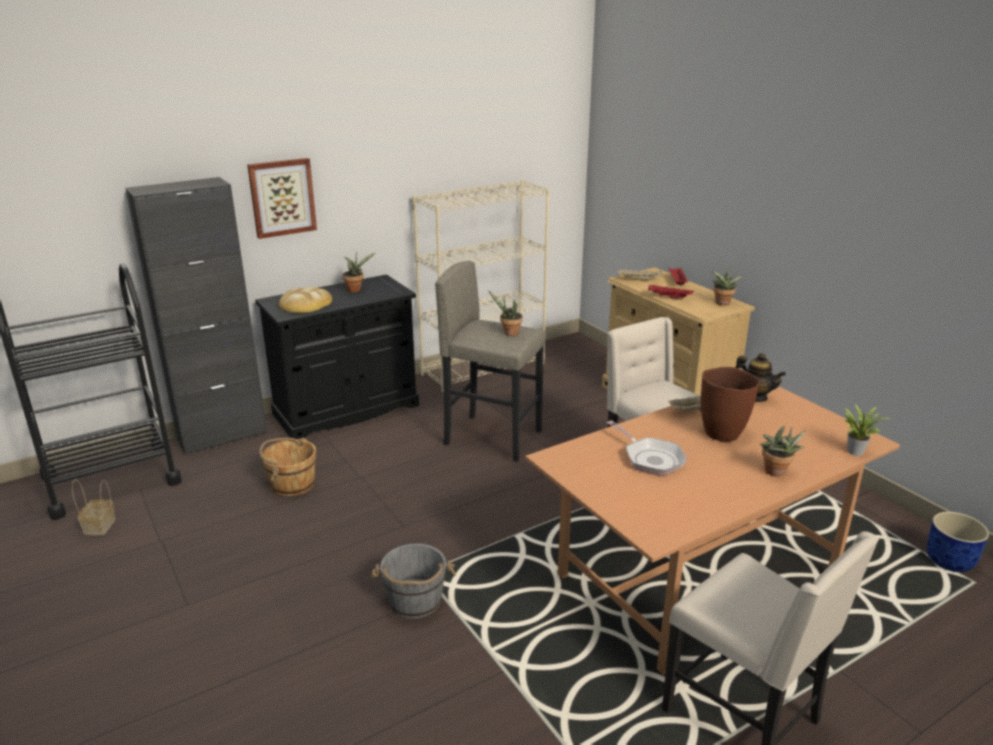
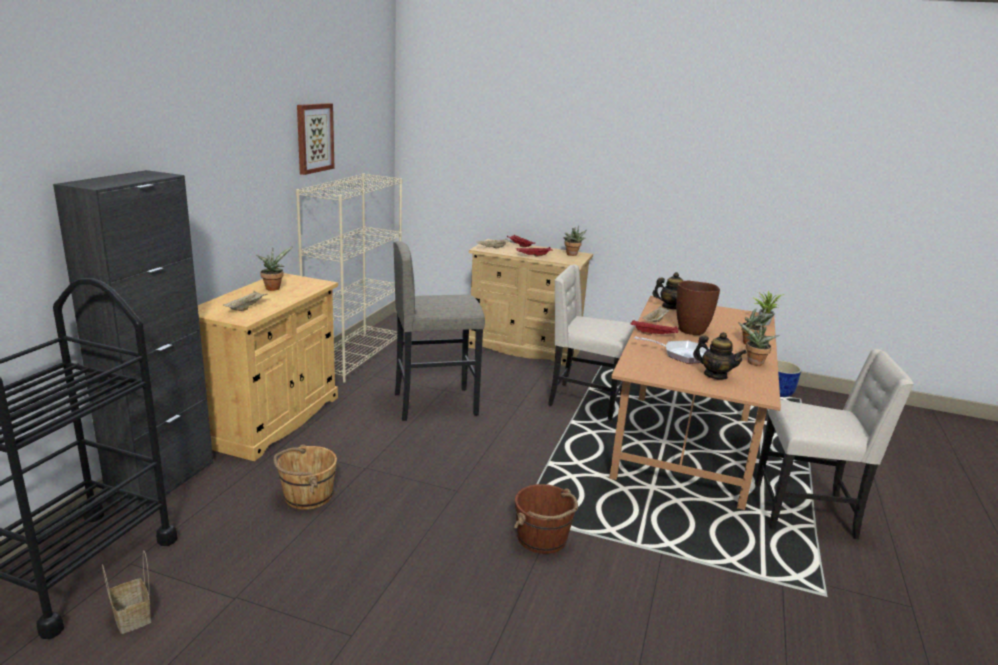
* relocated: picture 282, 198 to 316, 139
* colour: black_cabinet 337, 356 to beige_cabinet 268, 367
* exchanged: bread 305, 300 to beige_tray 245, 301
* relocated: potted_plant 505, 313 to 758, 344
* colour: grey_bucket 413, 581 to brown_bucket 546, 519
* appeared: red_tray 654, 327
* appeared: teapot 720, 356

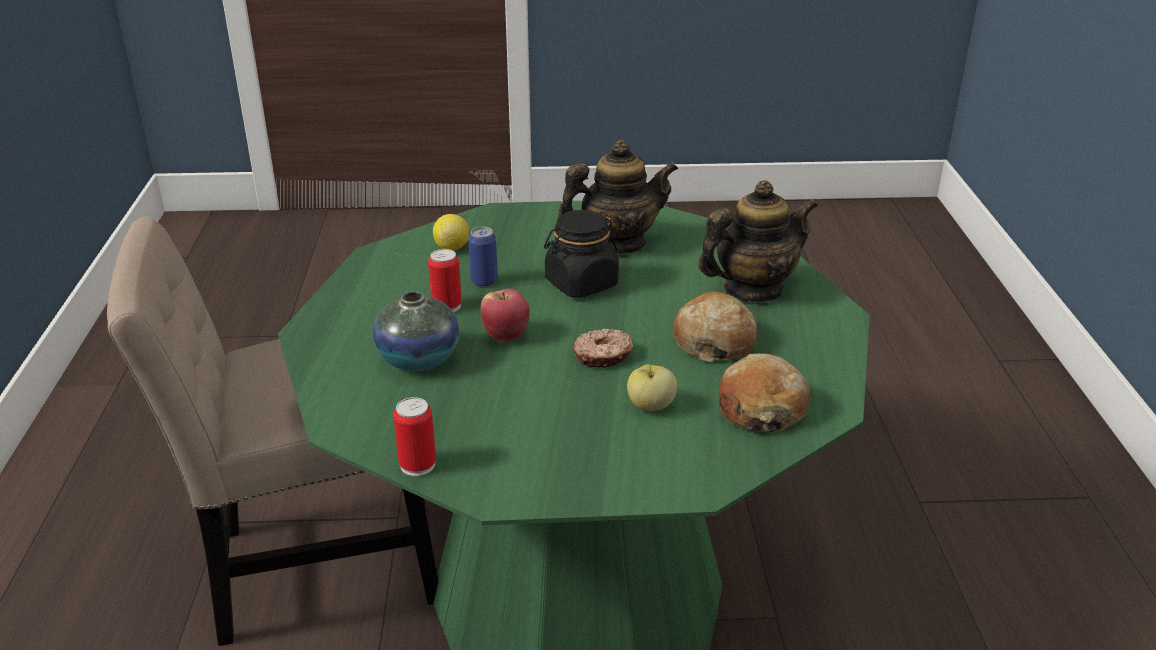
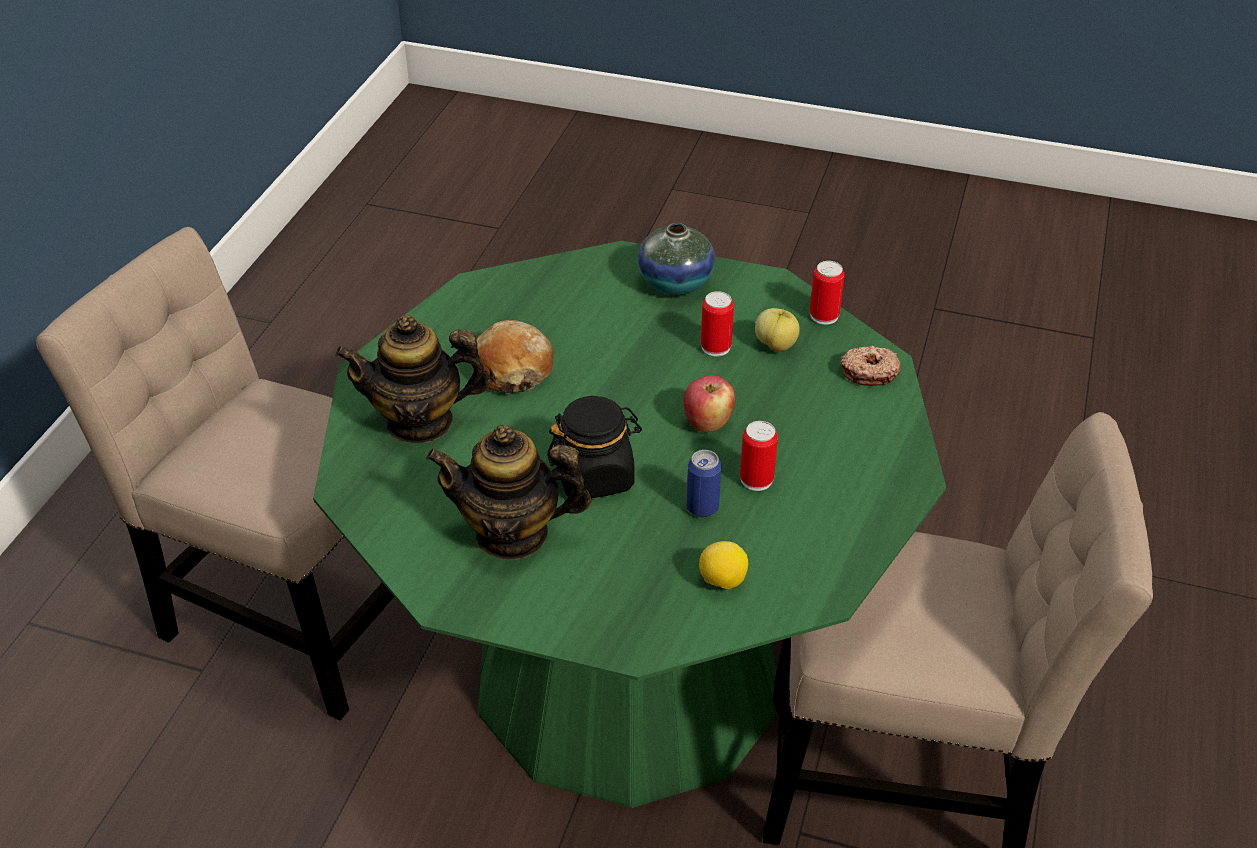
* relocated: vase 416, 331 to 676, 259
* relocated: donut 603, 348 to 870, 365
* missing: bread 764, 392
* relocated: apple 652, 387 to 777, 329
* appeared: beige_chair 215, 473
* appeared: can 717, 324

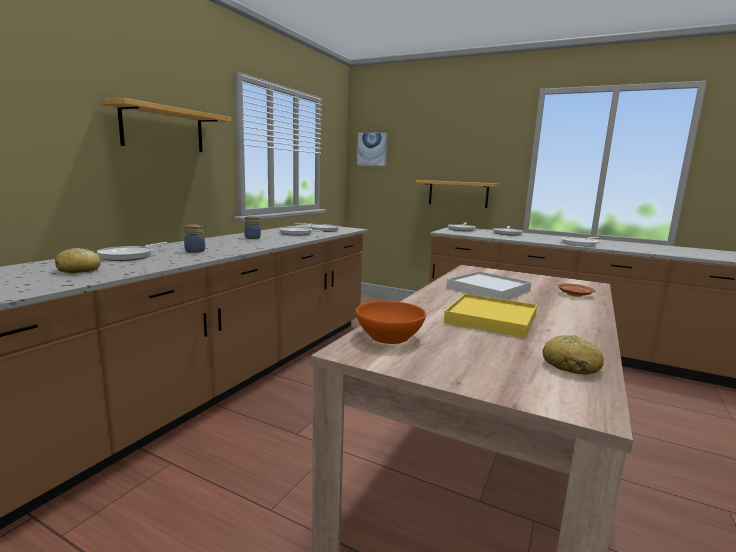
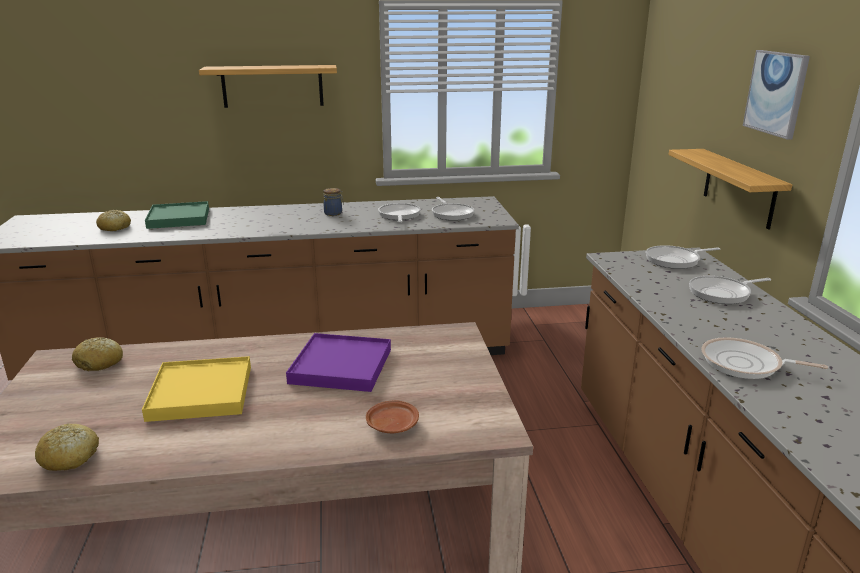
* relocated: picture 372, 149 to 776, 95
* missing: jar 194, 238
* exchanged: frying_pan 132, 251 to green_tray 177, 215
* colour: white_tray 489, 285 to purple_tray 338, 362
* exchanged: orange_bowl 391, 322 to bread 97, 354

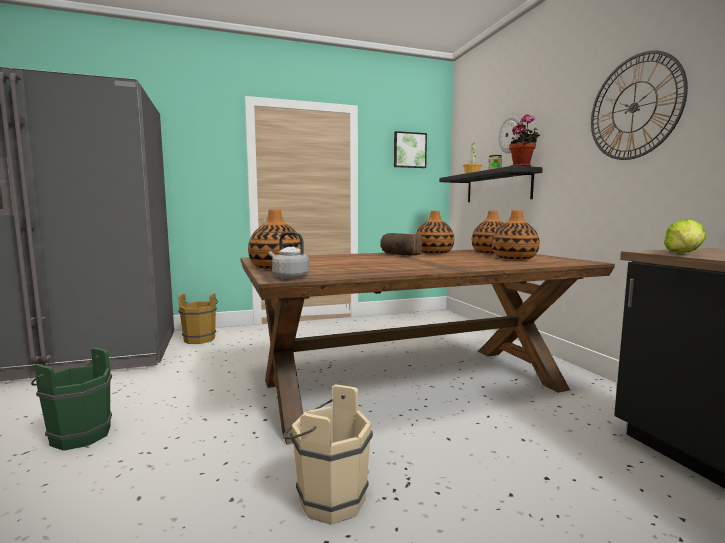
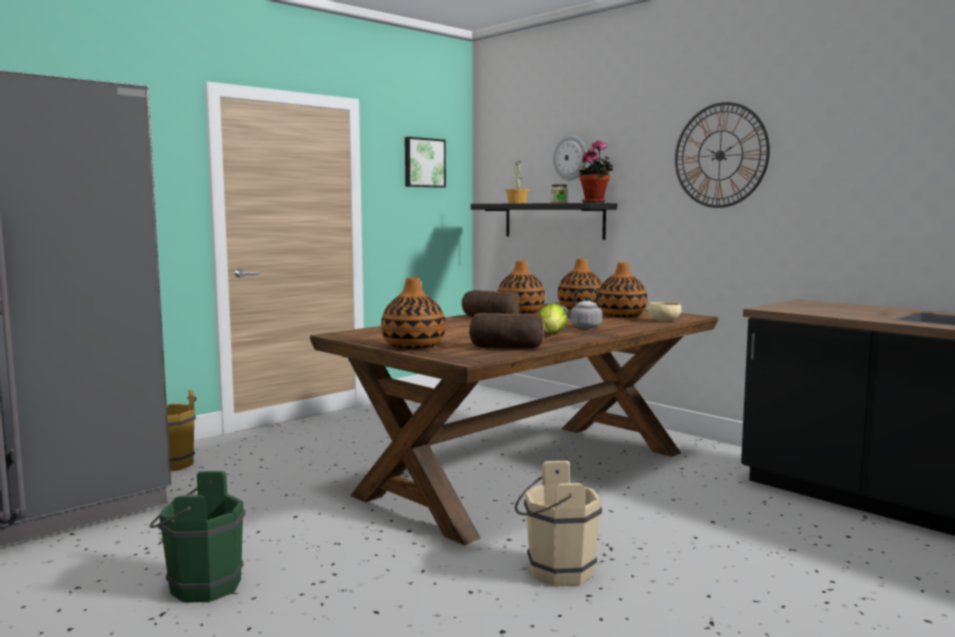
* relocated: lettuce 685, 236 to 553, 318
* relocated: grey_kettle 289, 255 to 581, 308
* appeared: beige_bowl 665, 312
* appeared: bread 506, 330

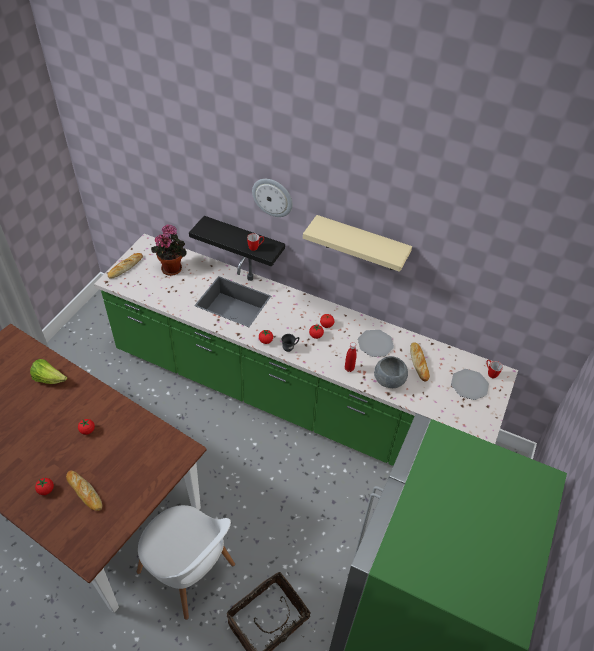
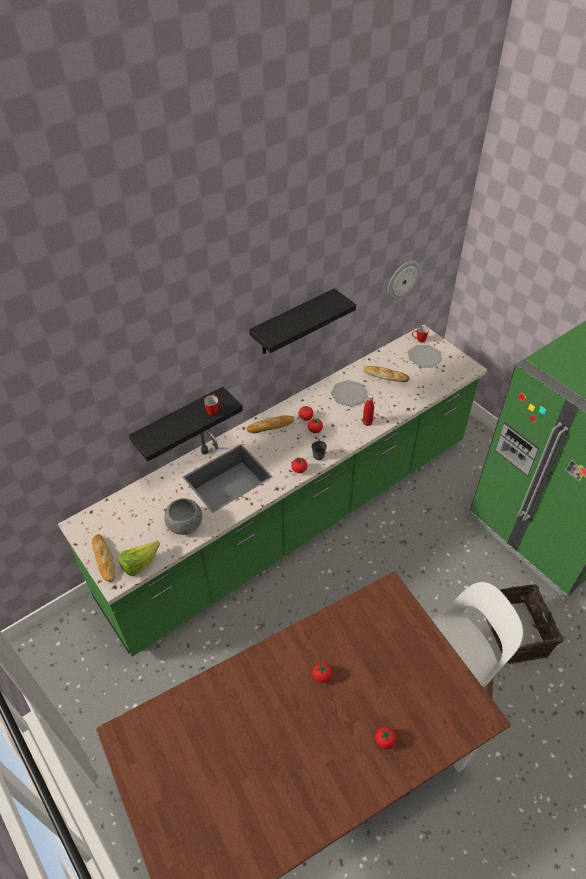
* relocated: wall_clock 272, 198 to 404, 280
* colour: beige_shelf 357, 243 to black_shelf 302, 321
* missing: potted_plant 169, 250
* relocated: grey_bowl 391, 372 to 183, 516
* relocated: lettuce 48, 371 to 139, 558
* relocated: bread 84, 490 to 270, 424

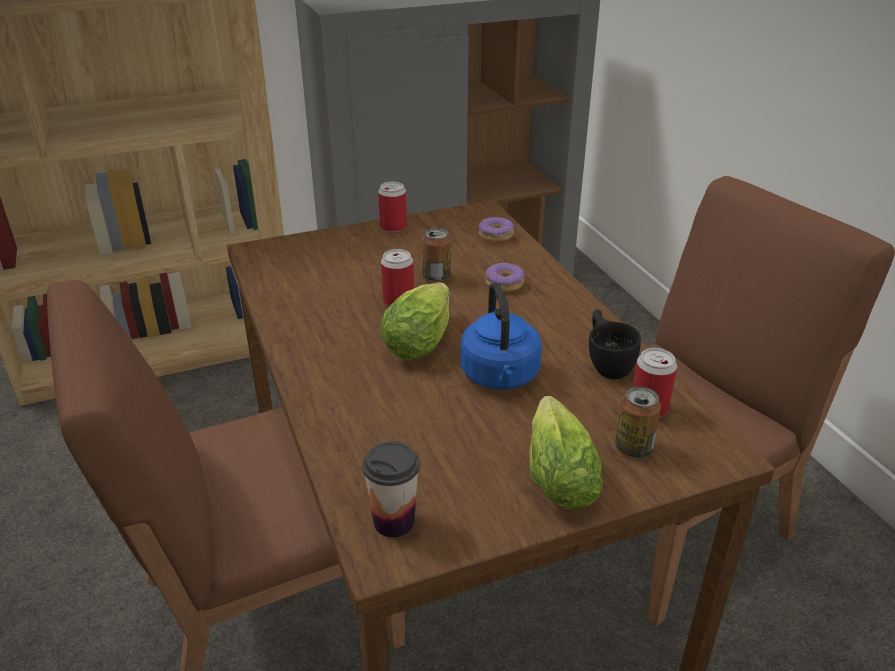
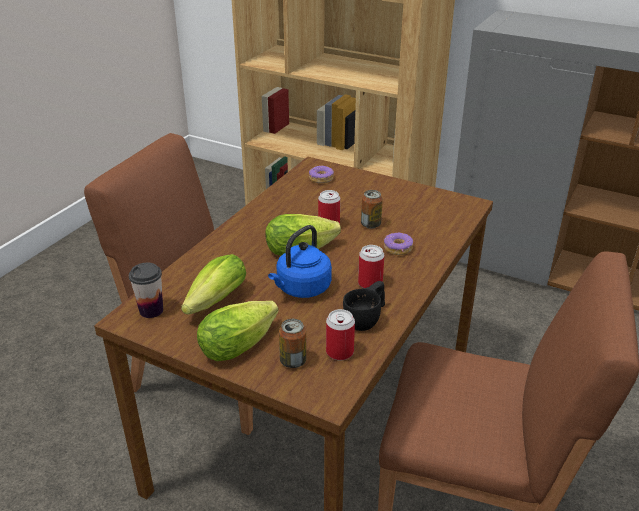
* relocated: can 392, 206 to 371, 266
* relocated: donut 496, 229 to 321, 175
* appeared: lettuce 213, 284

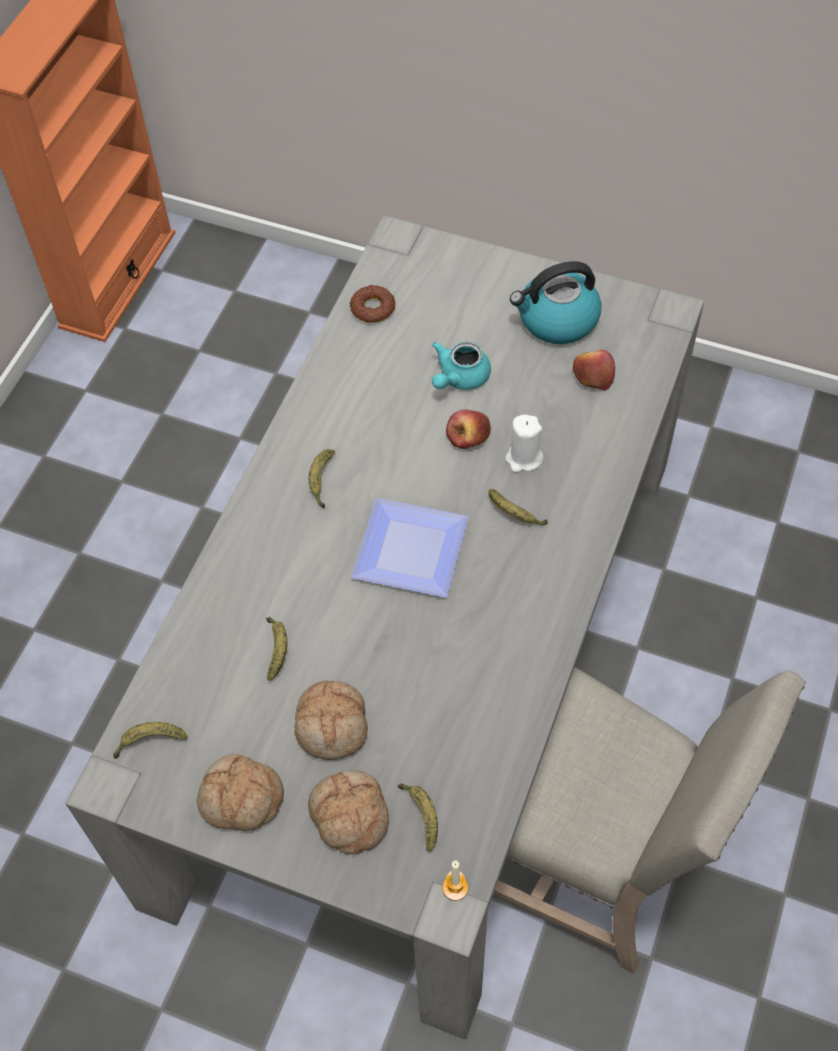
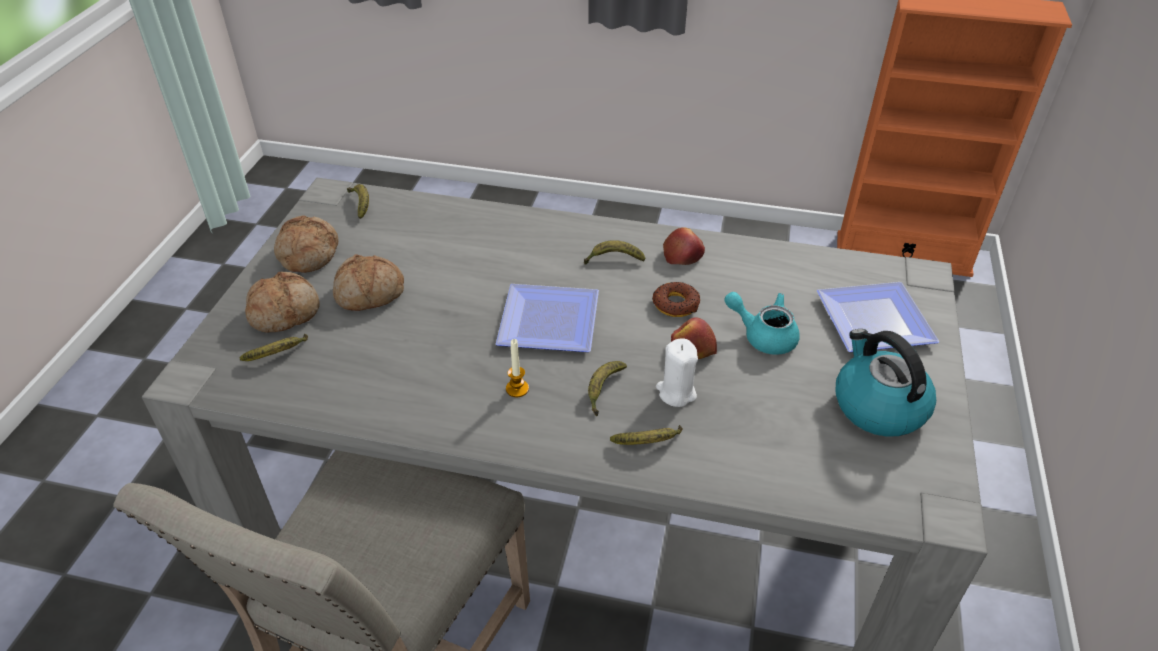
* relocated: donut 373, 304 to 676, 299
* relocated: apple 594, 370 to 684, 246
* relocated: banana 276, 649 to 646, 435
* relocated: candle 455, 881 to 517, 368
* appeared: plate 878, 317

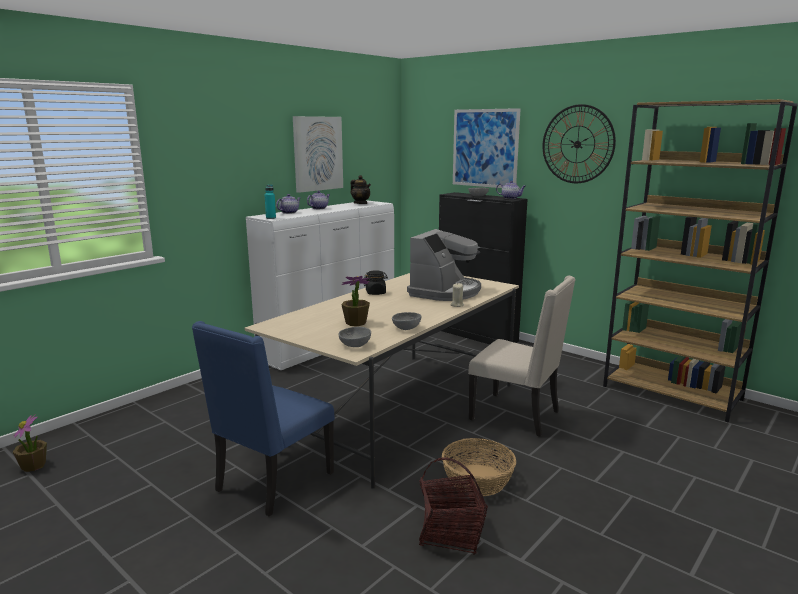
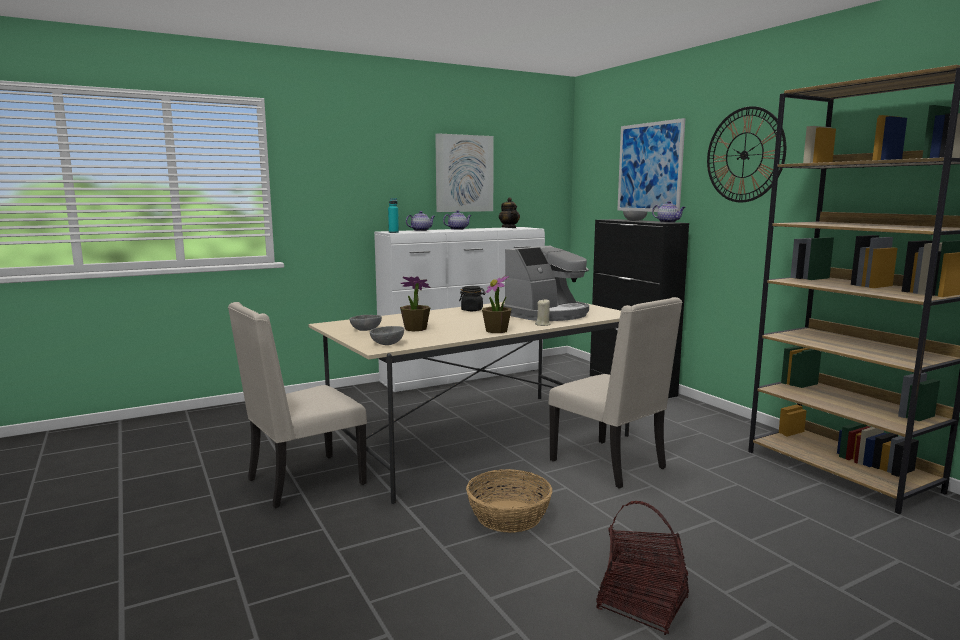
* relocated: grey_bowl 406, 321 to 366, 323
* colour: blue_chair 263, 419 to beige_chair 297, 405
* relocated: potted_plant 30, 443 to 497, 304
* relocated: basket 453, 506 to 642, 568

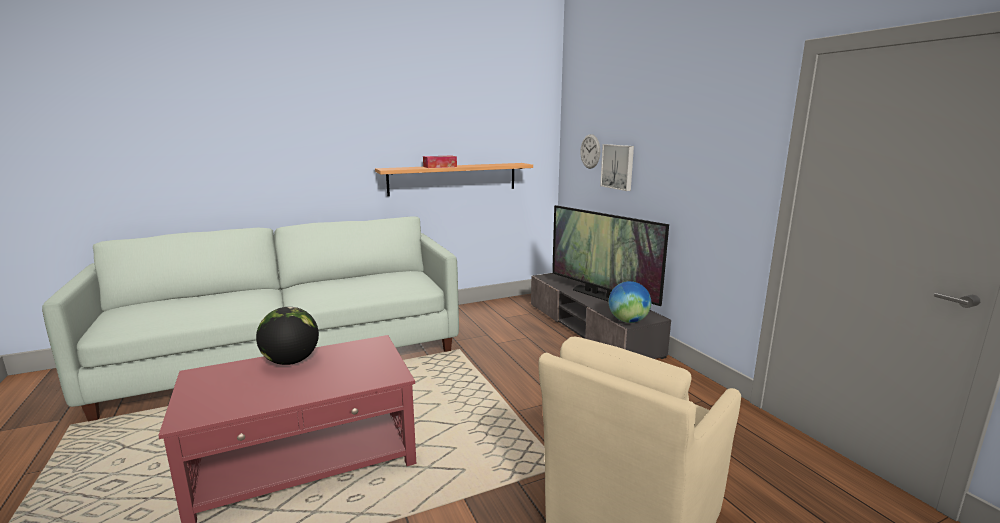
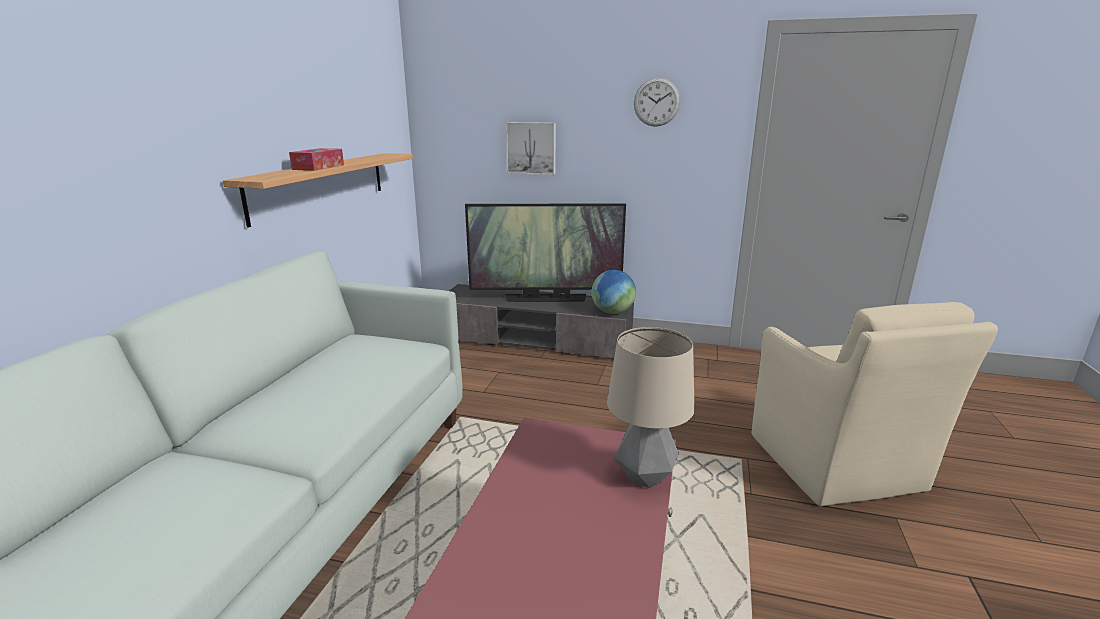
* relocated: wall_clock 590, 151 to 657, 102
* missing: globe 287, 336
* appeared: table_lamp 651, 407

